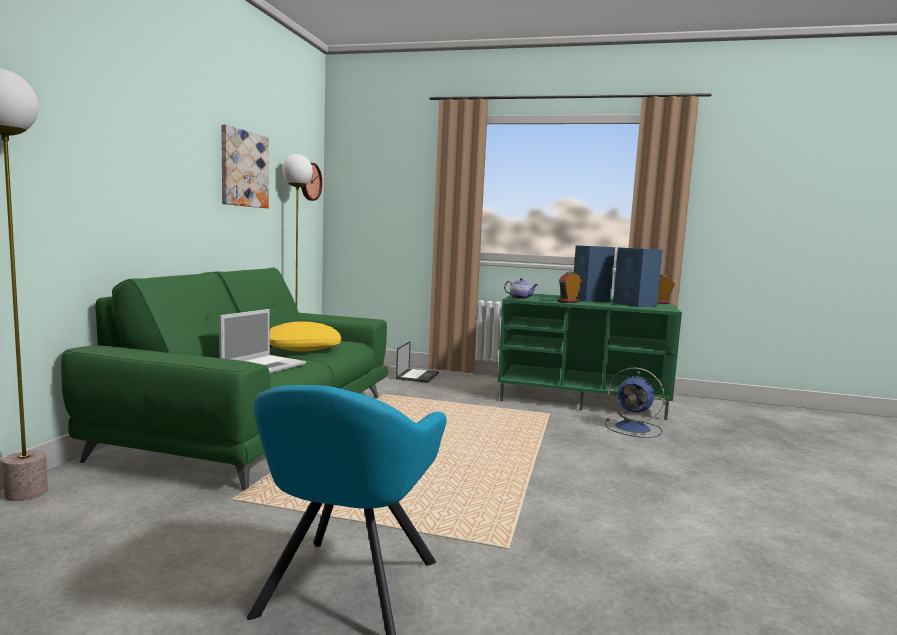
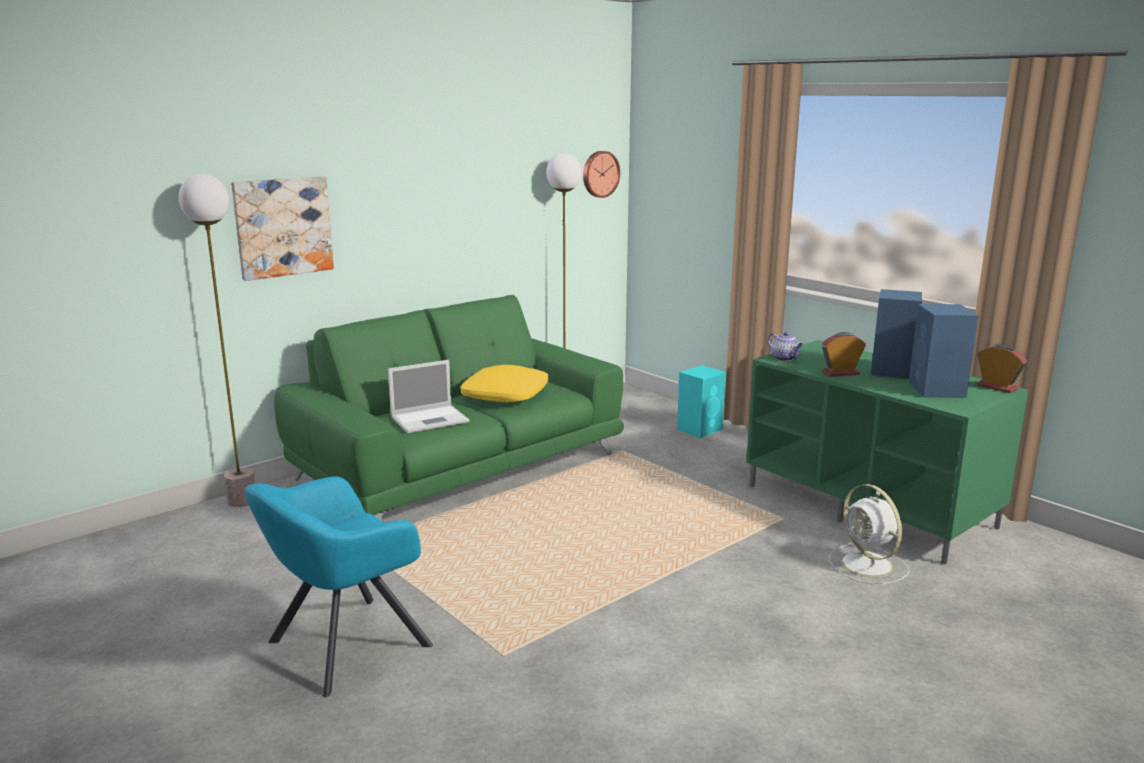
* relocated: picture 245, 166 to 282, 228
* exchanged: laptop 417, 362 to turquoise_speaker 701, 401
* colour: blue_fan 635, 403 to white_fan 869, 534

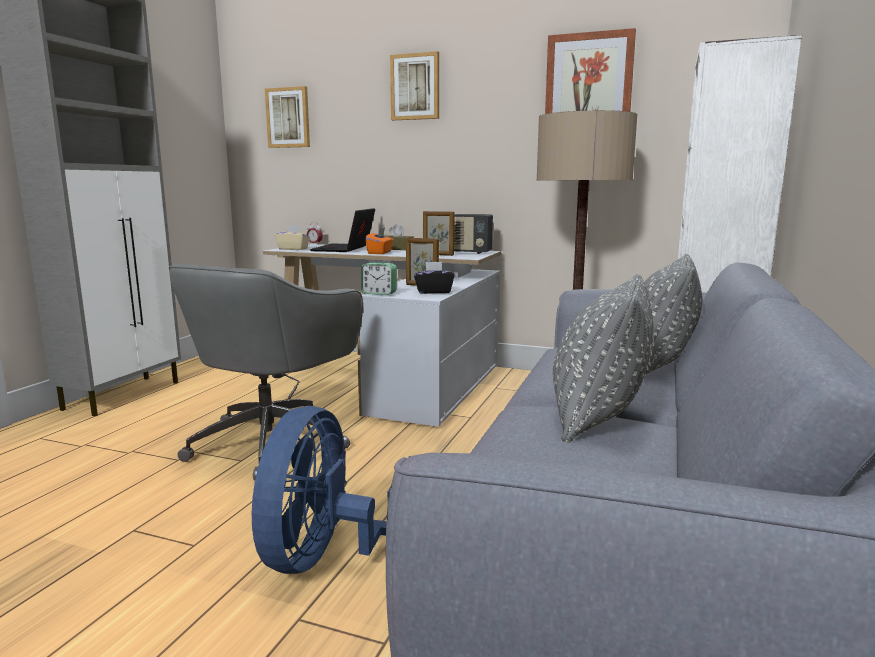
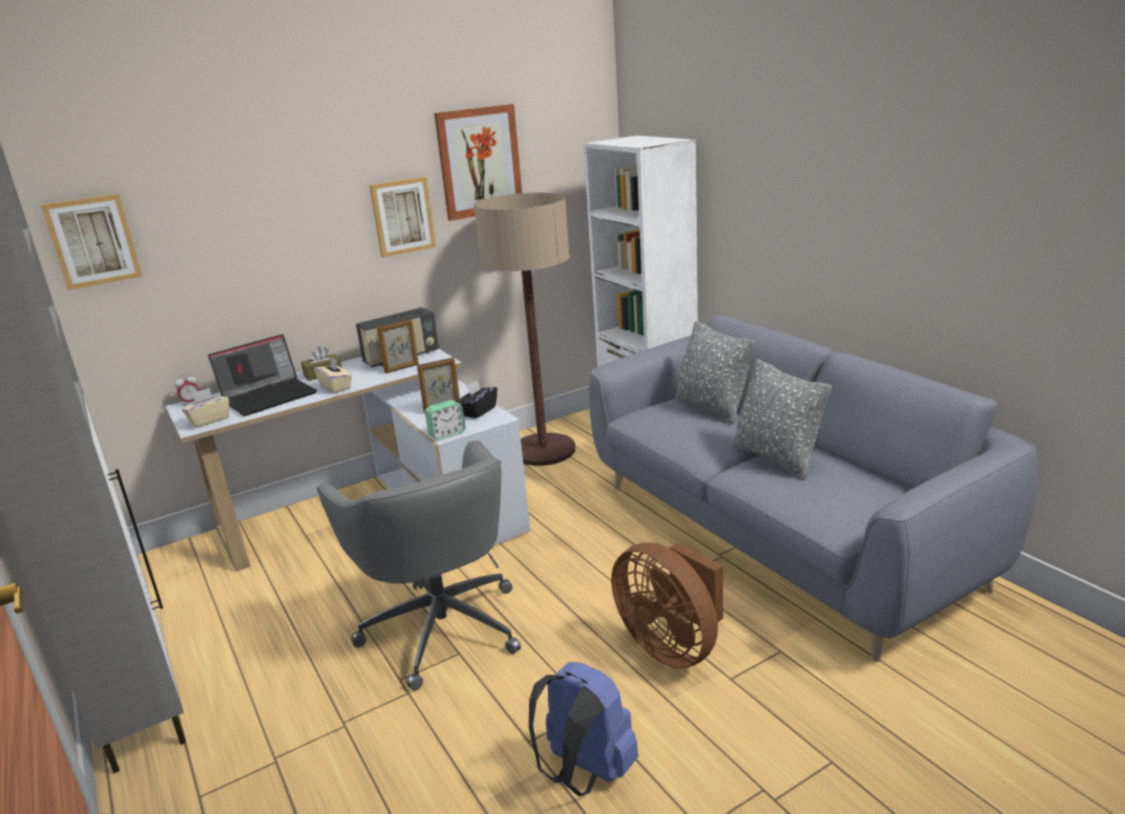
* relocated: picture 414, 85 to 402, 217
* spun: laptop 342, 230 = 262, 375 90 degrees counterclockwise
* colour: orange_tissue_box 379, 241 to beige_tissue_box 333, 375
* colour: blue_fan 331, 490 to brown_fan 667, 606
* appeared: blue_backpack 584, 729

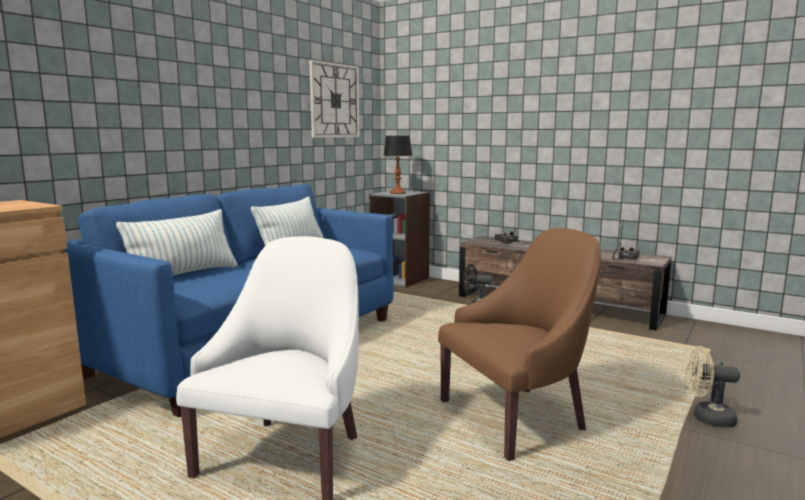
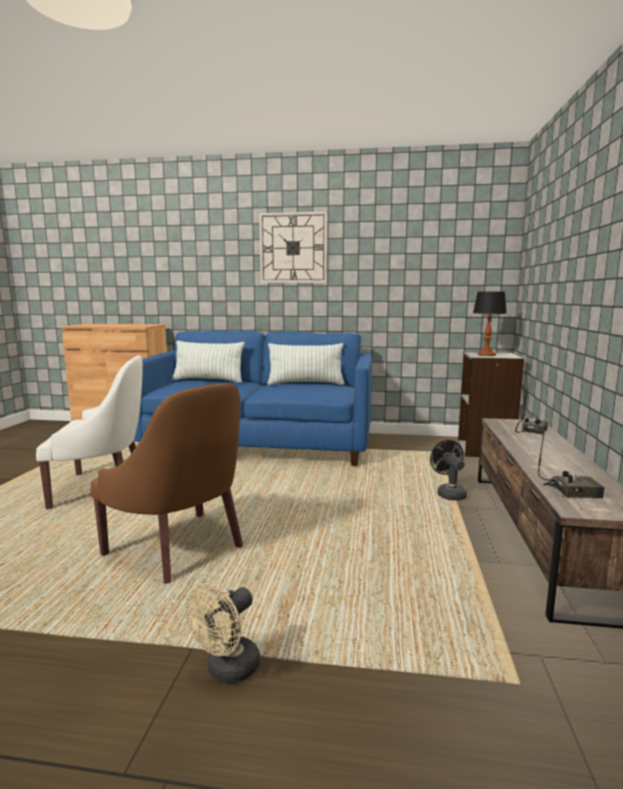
* relocated: wall_clock 334, 99 to 293, 247
* spun: beige_fan 712, 386 = 222, 634 135 degrees counterclockwise

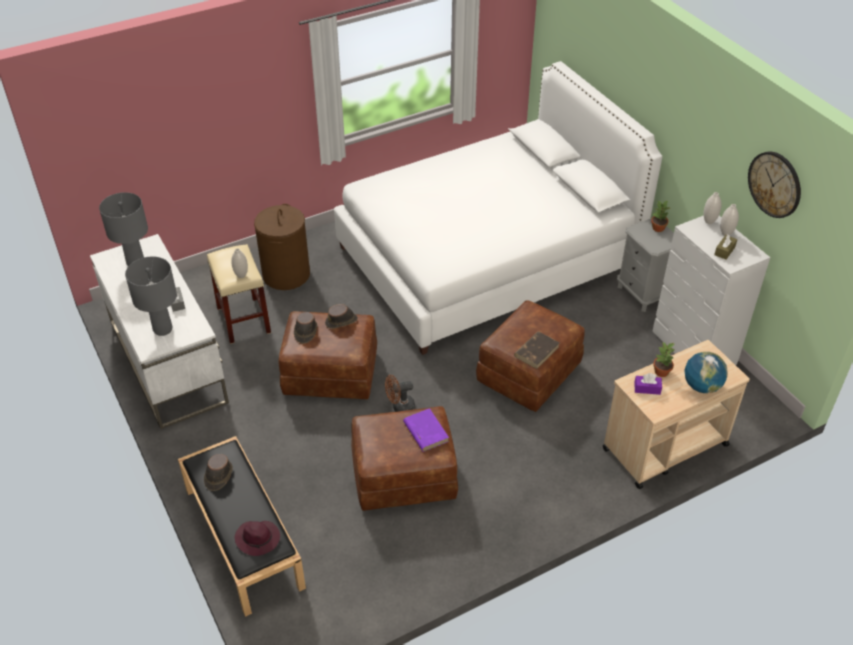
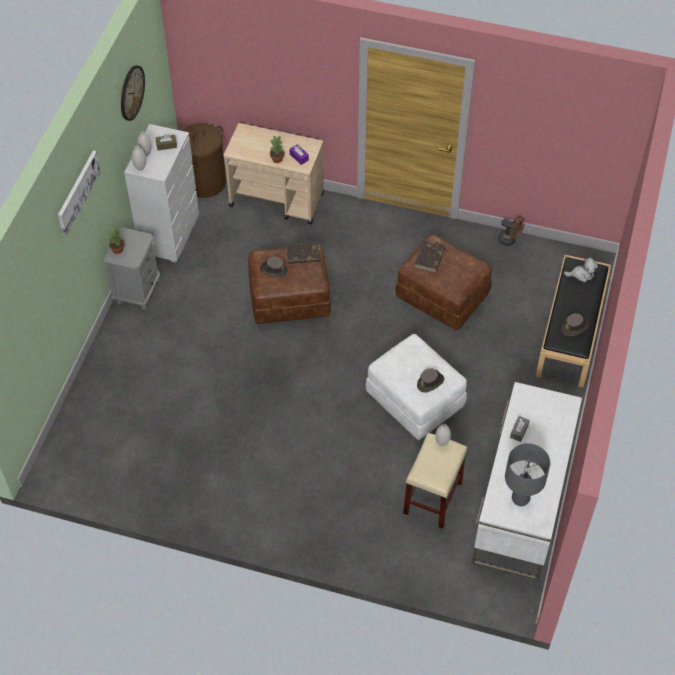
* missing: white_bed 498, 208
* relocated: brown_laundry_basket 282, 247 to 204, 160
* missing: grey_table_lamp 151, 296
* relocated: brown_hat 341, 316 to 274, 266
* colour: brown_ottoman 328, 355 to white_ottoman 416, 387
* missing: globe 706, 372
* relocated: brown_fan 400, 393 to 511, 231
* colour: purple_book 426, 430 to brown_book 430, 256
* exchanged: purple_hat 257, 538 to plush_toy 581, 270
* appeared: picture 79, 193

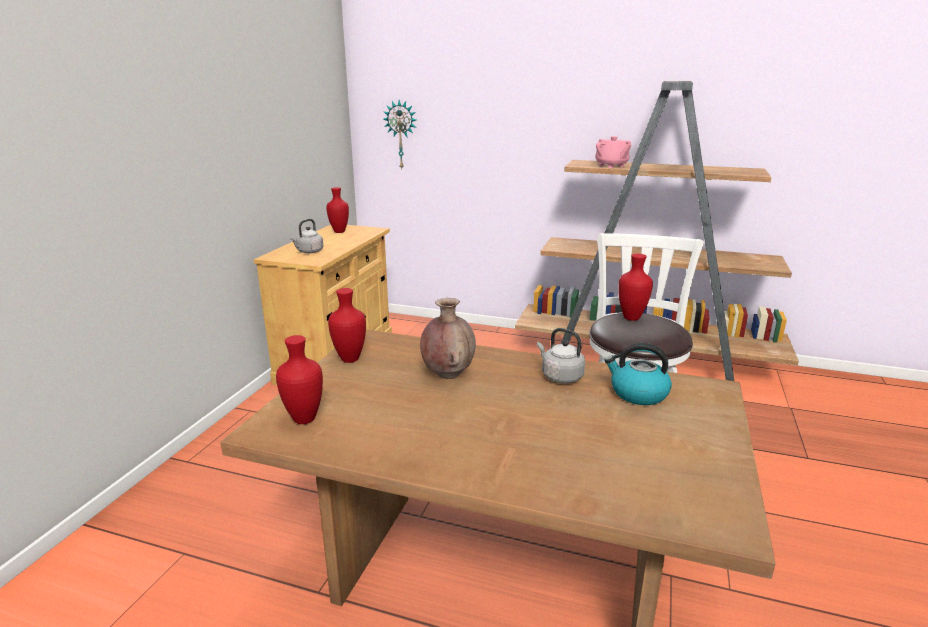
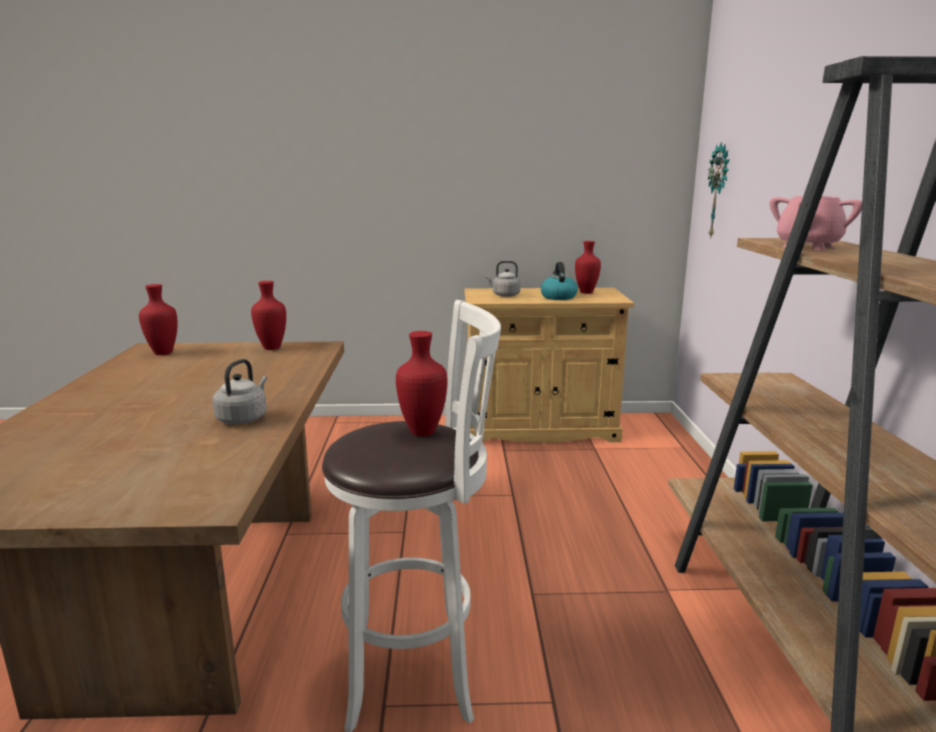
* missing: brown_vase 448, 338
* relocated: kettle 638, 374 to 559, 281

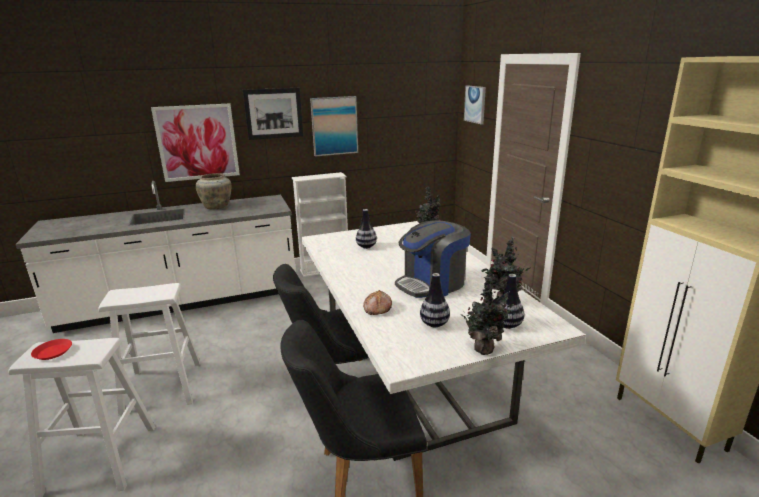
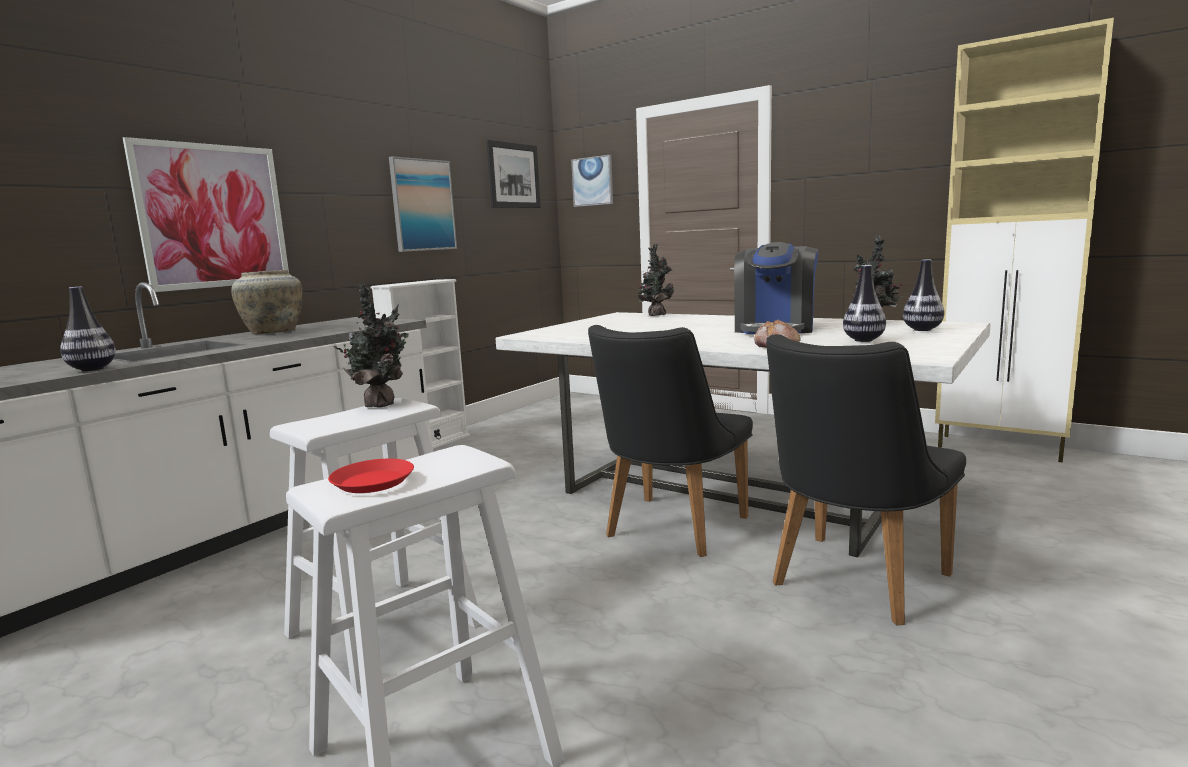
* relocated: picture 273, 114 to 513, 174
* relocated: vase 366, 229 to 88, 329
* relocated: potted_plant 487, 315 to 371, 346

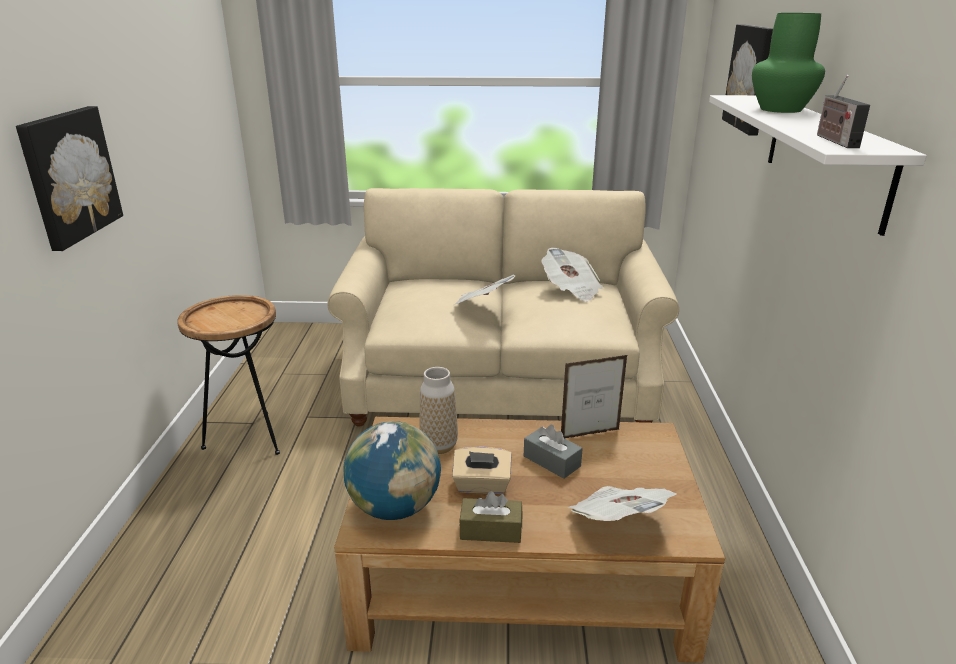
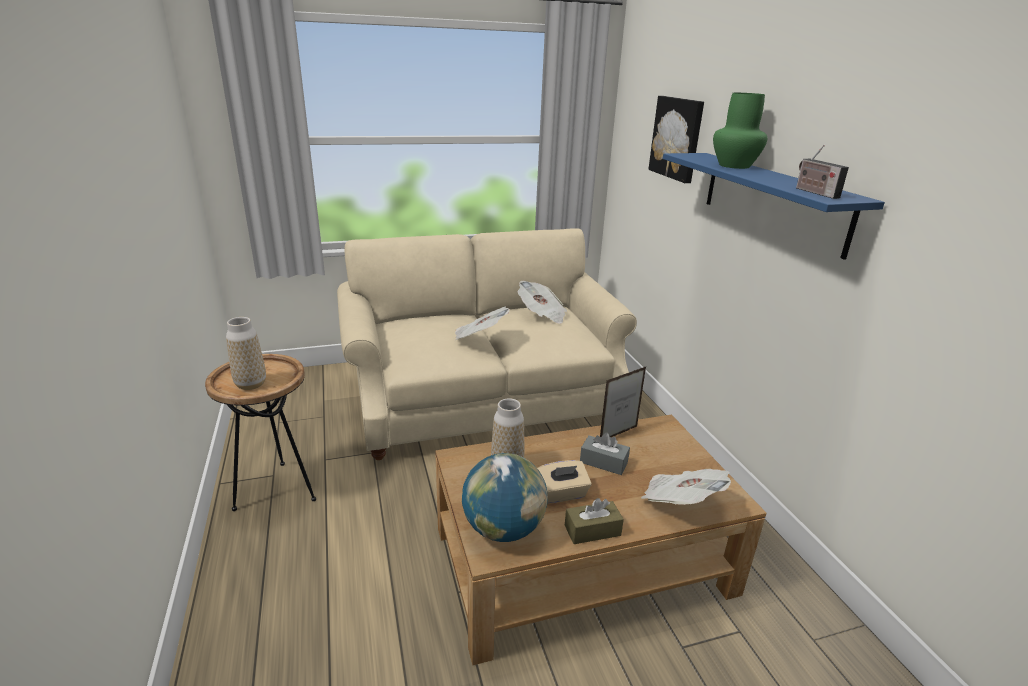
* colour: white_shelf 818, 165 to blue_shelf 774, 206
* missing: picture 69, 178
* appeared: vase 246, 353

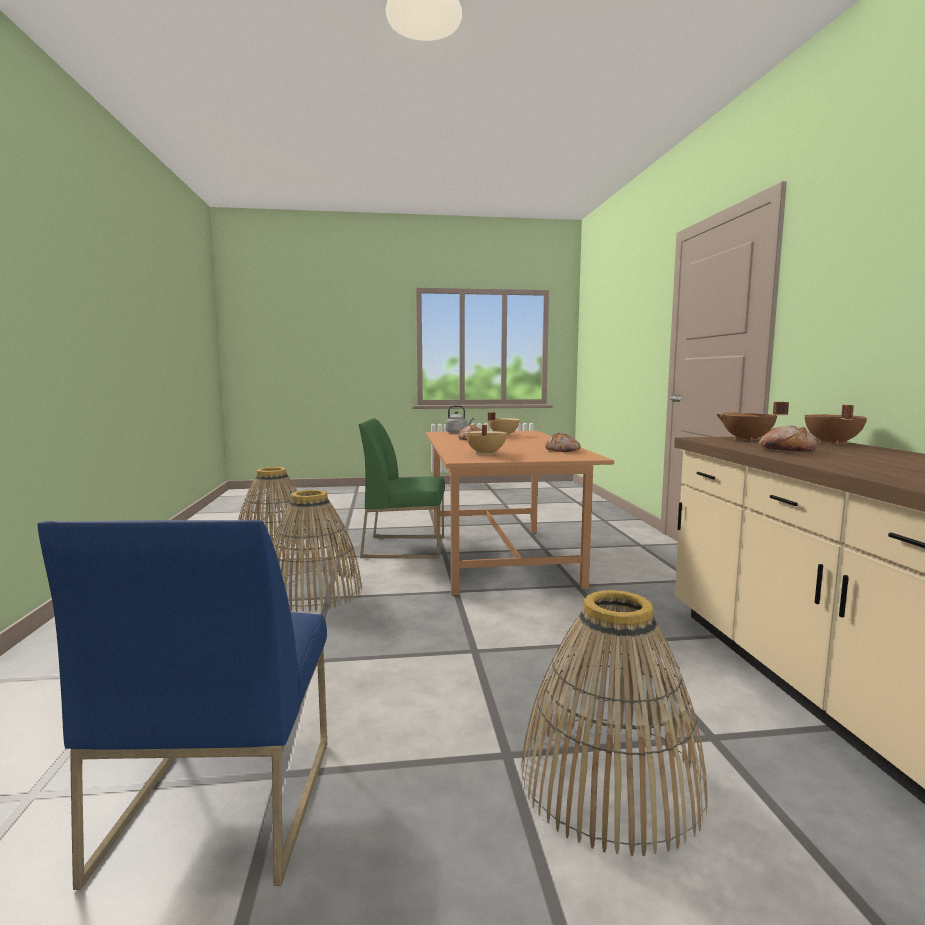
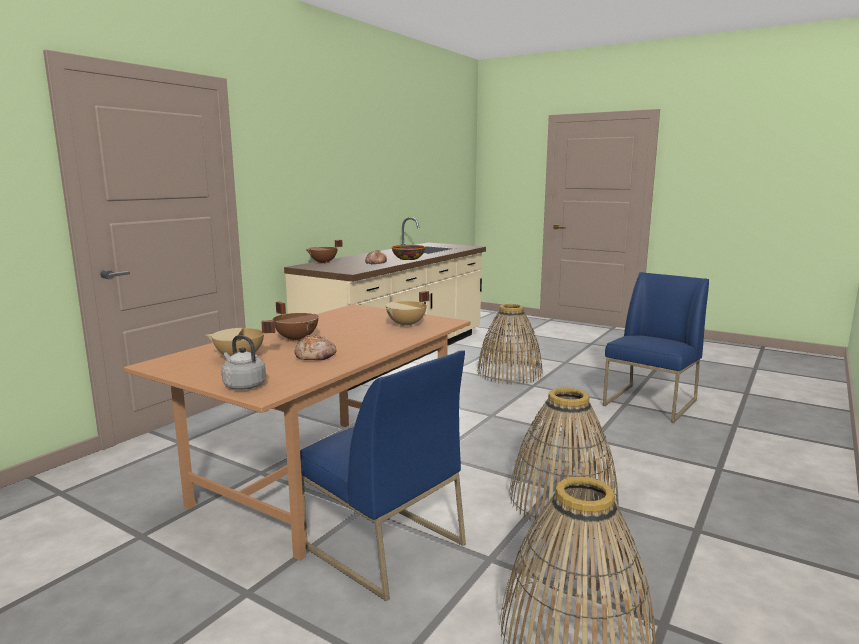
* relocated: brown_cooking_pot 752, 421 to 296, 322
* colour: green_chair 402, 488 to blue_chair 383, 475
* missing: bread 562, 442
* appeared: bowl 408, 252

